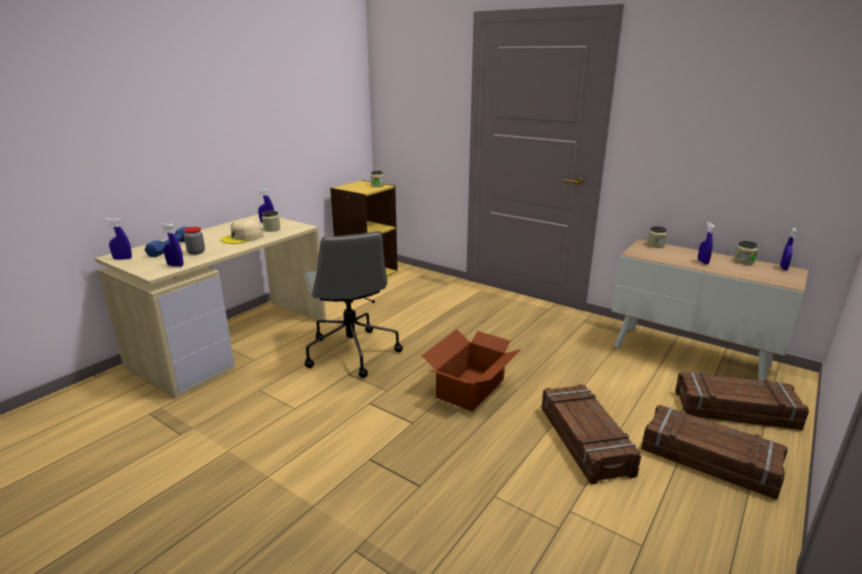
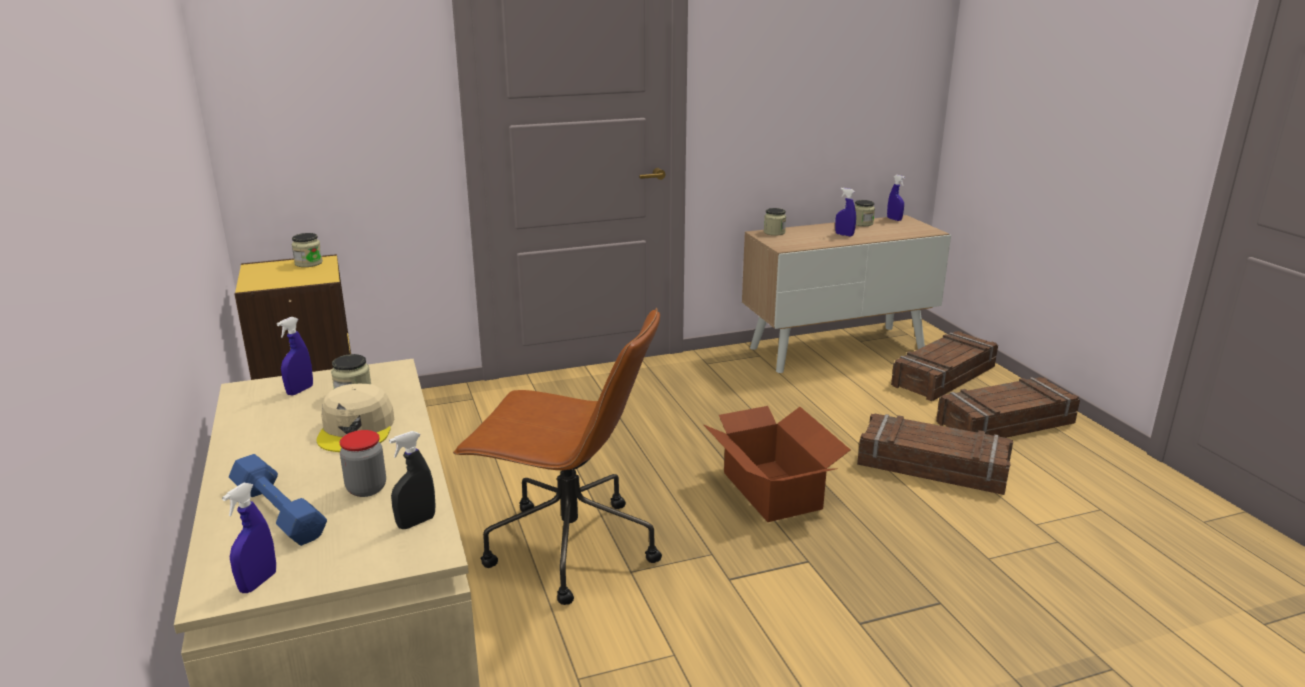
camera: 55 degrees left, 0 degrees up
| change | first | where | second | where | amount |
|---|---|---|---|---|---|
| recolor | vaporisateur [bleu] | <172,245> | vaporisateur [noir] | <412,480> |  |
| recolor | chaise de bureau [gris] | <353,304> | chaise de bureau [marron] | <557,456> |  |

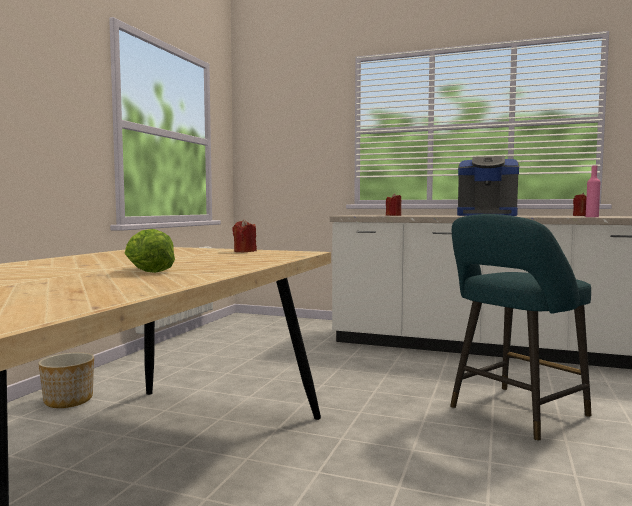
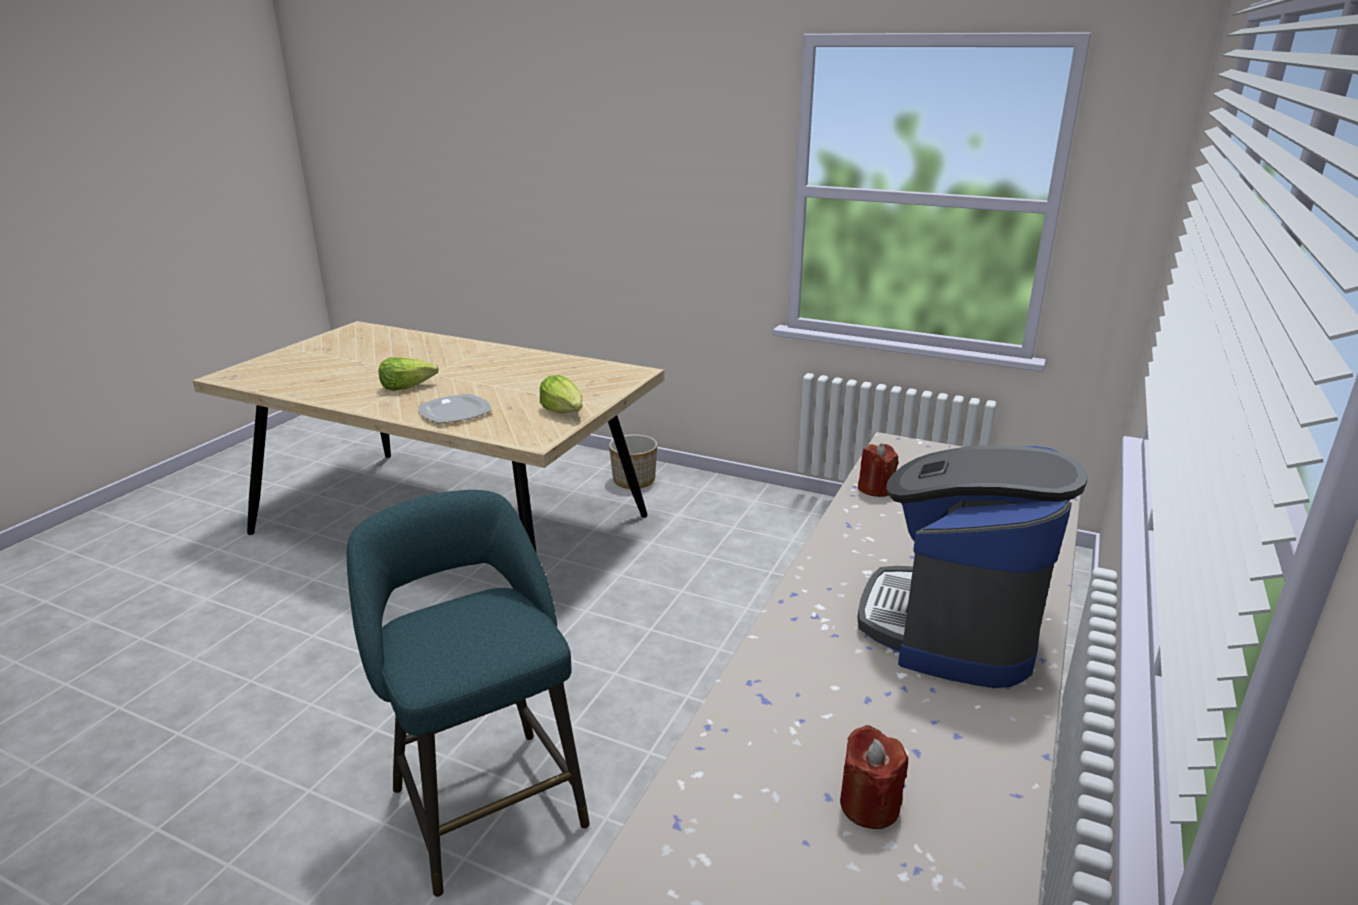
camera: 95 degrees right, 20 degrees up
| change | first | where | second | where | amount |
|---|---|---|---|---|---|
| replace | bougie [rouge] | <244,235> | laitue | <561,394> |  |
| delete | bouteille [rose] | <593,191> |  |  |  |
| insert |  |  | assiette | <455,408> |  |

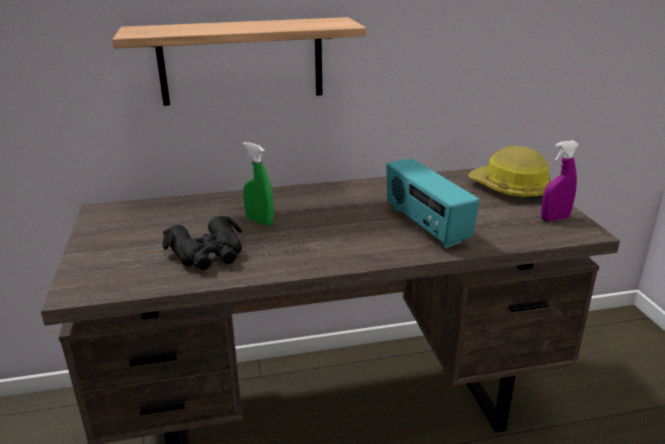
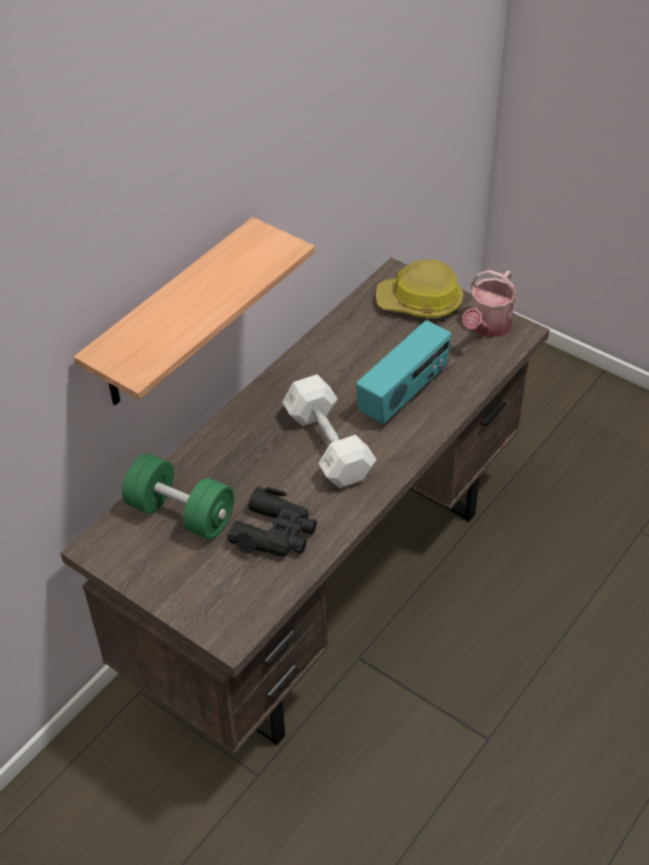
camera: 40 degrees left, 20 degrees up
| change | first | where | second | where | amount |
|---|---|---|---|---|---|
| delete | vaporisateur [vert] | <258,184> |  |  |  |
| rotate | radio | <433,204> |  | <403,372> | 75 degrees counterclockwise |
| replace | vaporisateur [violet] | <560,180> | arrosoir | <489,303> |  |
| insert |  |  | haltère [vert] | <178,496> |  |
| insert |  |  | haltère [blanc] | <329,431> |  |

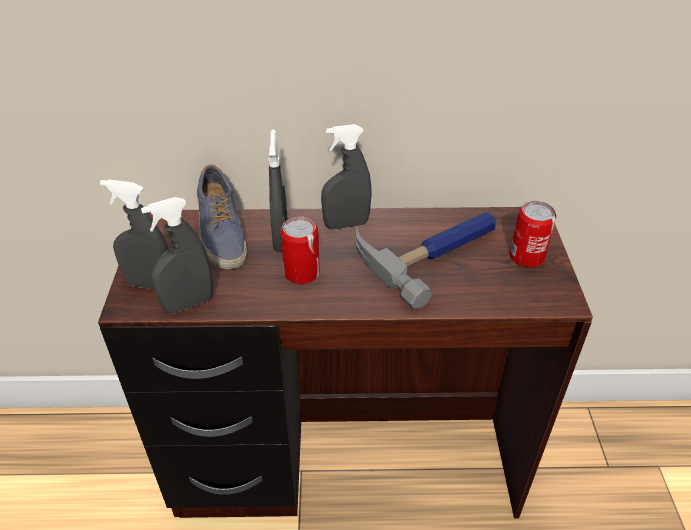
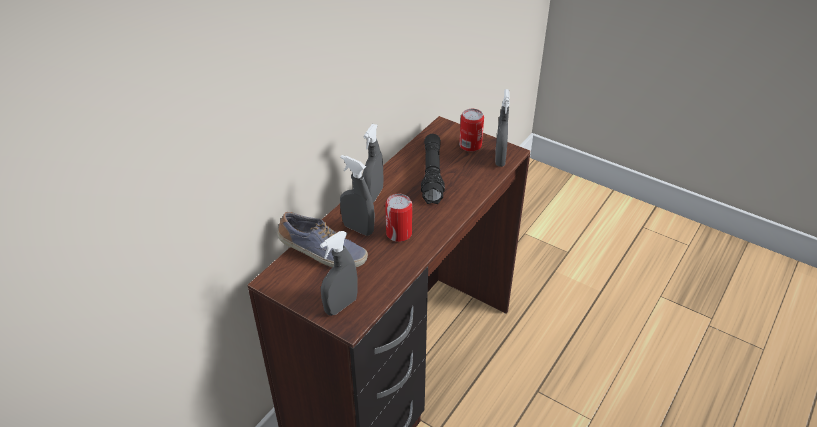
camera: 55 degrees left, 0 degrees up
| change | first | where | second | where | amount |
|---|---|---|---|---|---|
| move | vaporisateur [gris] | <177,255> |  | <502,128> |  |
| replace | marteau | <425,260> | lampe de poche [noir] | <433,169> |  |

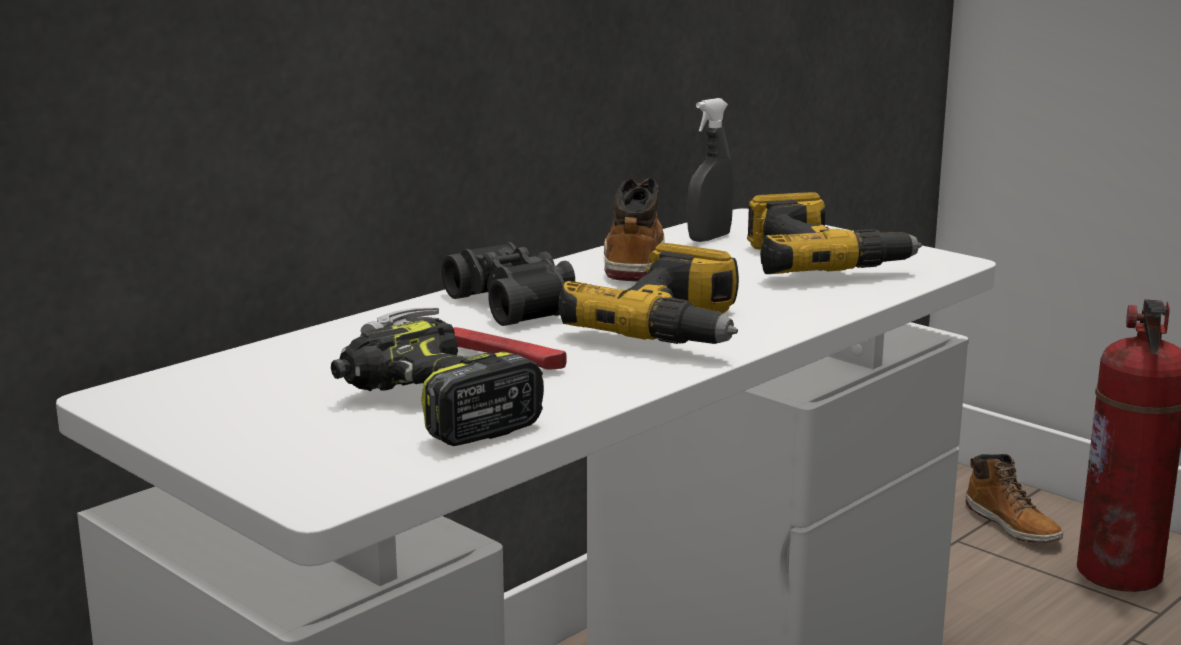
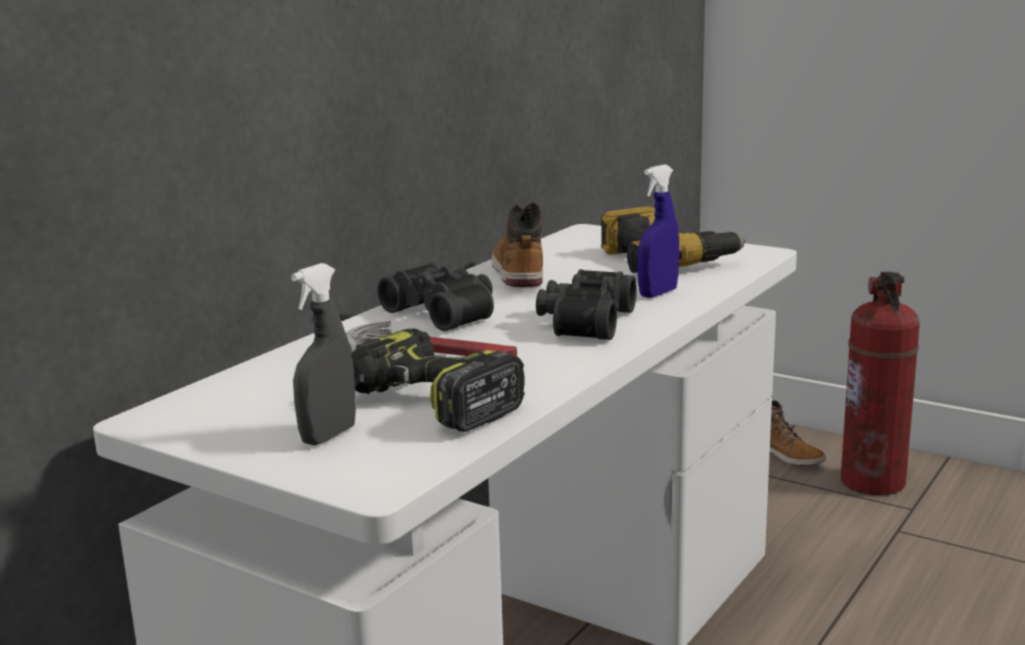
camera: 10 degrees left, 0 degrees up
| change | first | where | second | where | amount |
|---|---|---|---|---|---|
| replace | perceuse | <648,293> | jumelles [noir] | <586,304> |  |
| move | vaporisateur [gris] | <710,170> |  | <323,354> |  |
| insert |  |  | vaporisateur [bleu] | <658,231> |  |

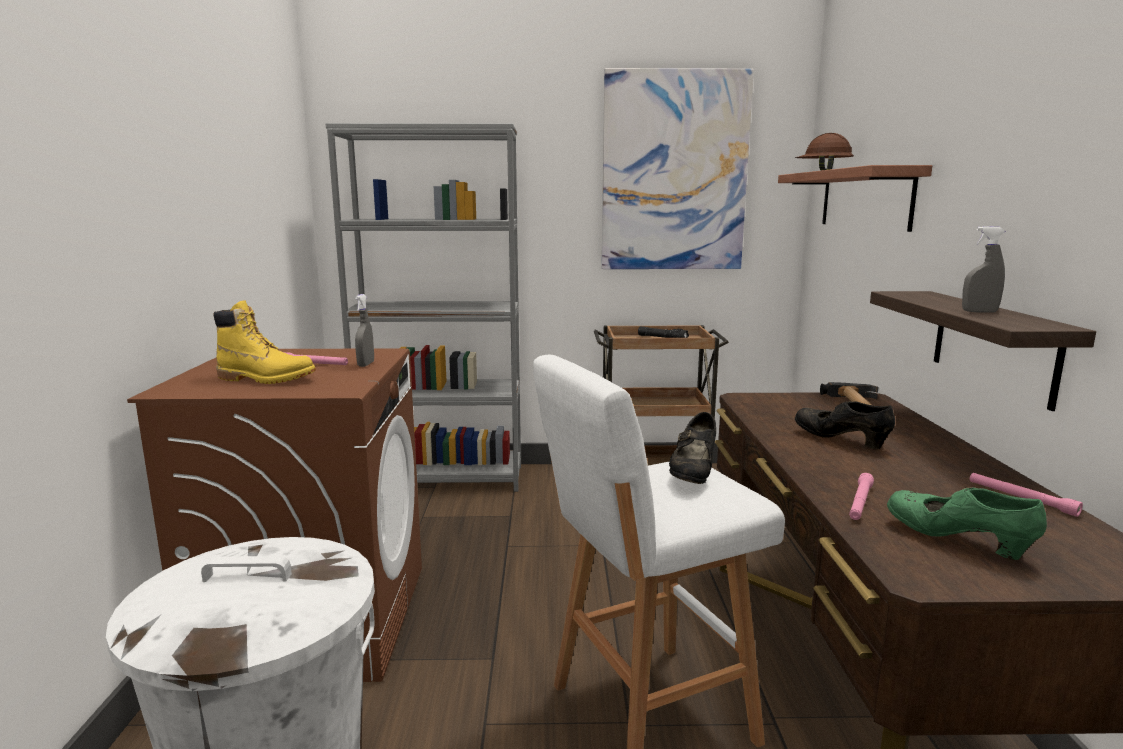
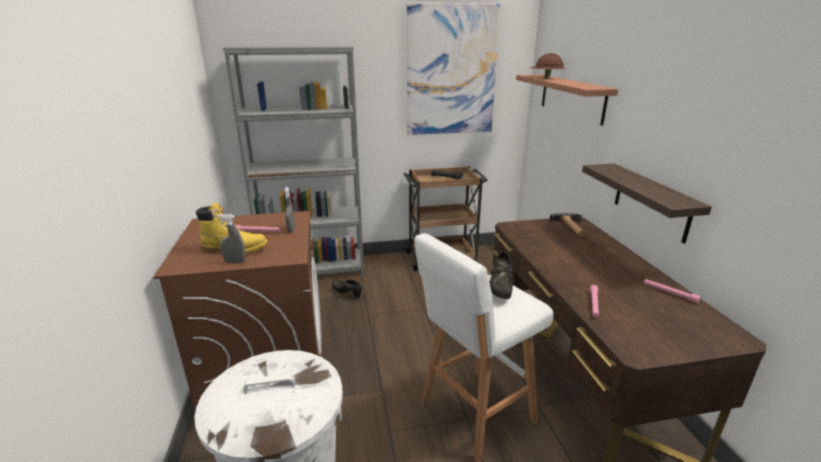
camera: 10 degrees left, 10 degrees up
| change | first | where | second | where | amount |
|---|---|---|---|---|---|
| move | chaussure [noir] | <845,425> |  | <347,288> |  |
| delete | chaussure [vert] | <967,523> |  |  |  |
| move | vaporisateur [gris] | <983,269> |  | <231,238> |  |

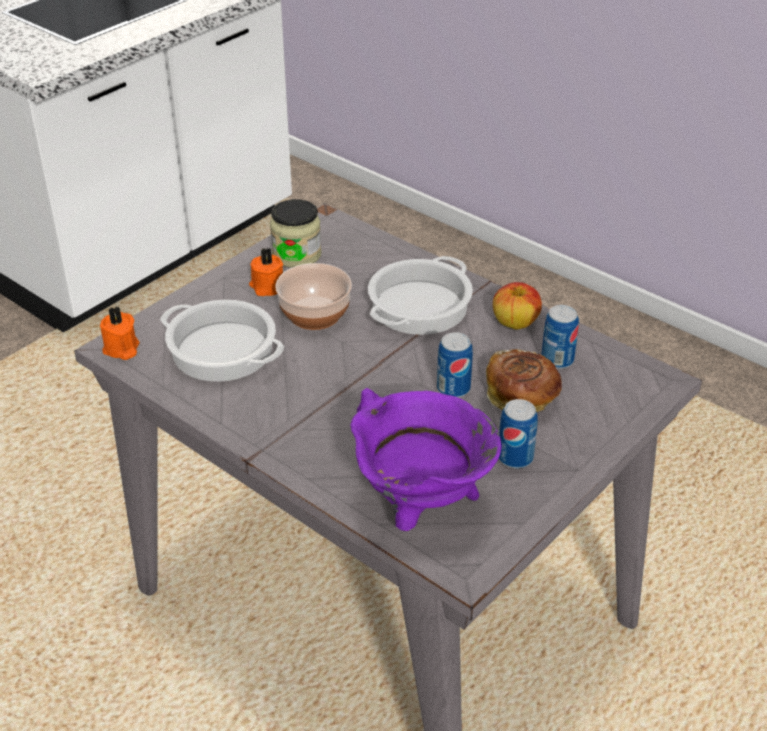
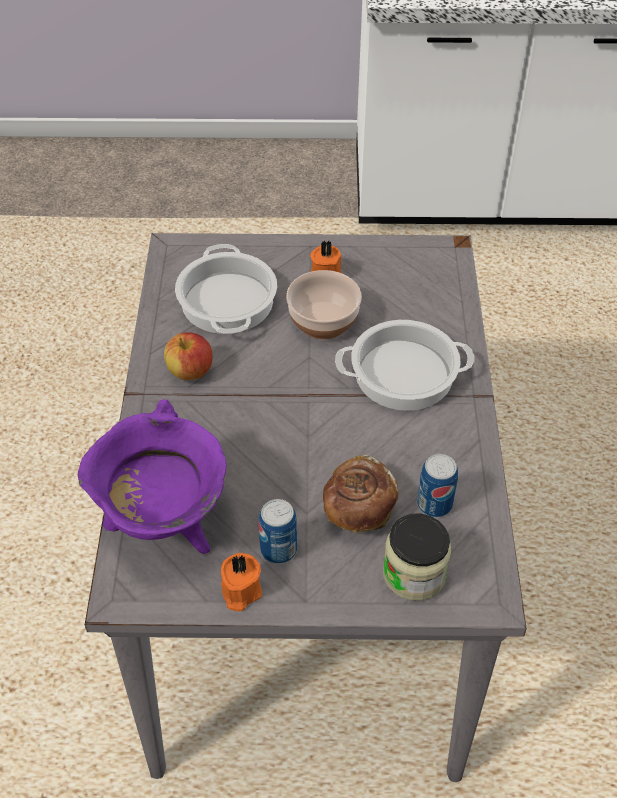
camera: 50 degrees right, 10 degrees up
| change | first | where | second | where | amount |
|---|---|---|---|---|---|
| move | bougie [orange] | <119,333> |  | <241,582> |  |
| move | bocal | <295,233> |  | <417,557> |  |
| delete | boîte métallique | <455,365> |  |  |  |
| move | pomme | <517,306> |  | <188,356> |  |

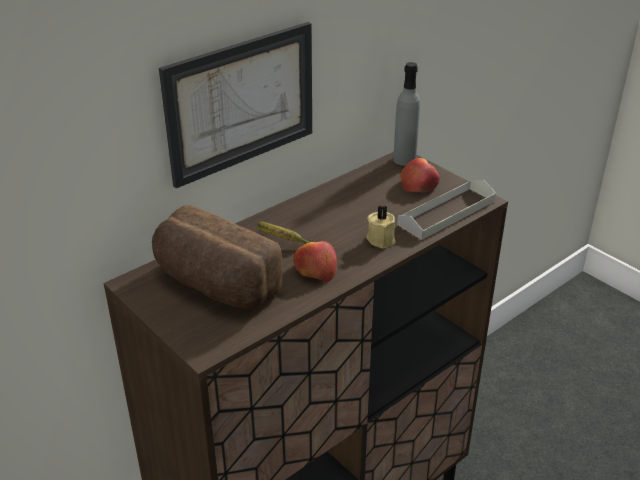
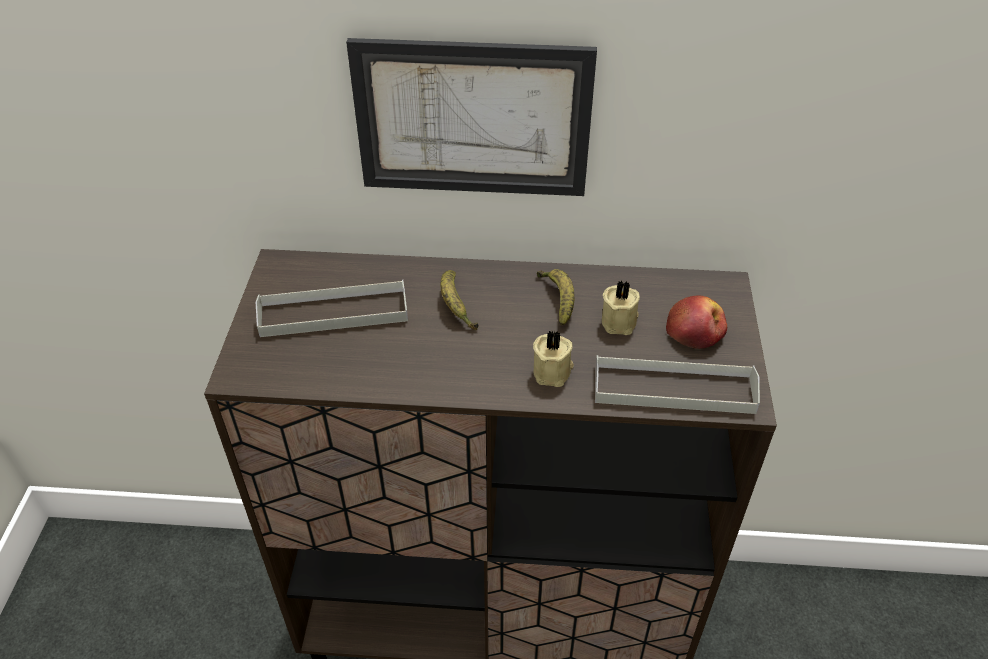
camera: 45 degrees right, 10 degrees up
| change | first | where | second | where | amount |
|---|---|---|---|---|---|
| replace | pain | <217,257> | plateau [gris] | <332,308> |  |
| delete | pomme | <315,262> |  |  |  |
| delete | bouteille [gris] | <406,114> |  |  |  |
| insert |  |  | banane | <555,297> |  |
| insert |  |  | bougie [beige] | <621,308> |  |

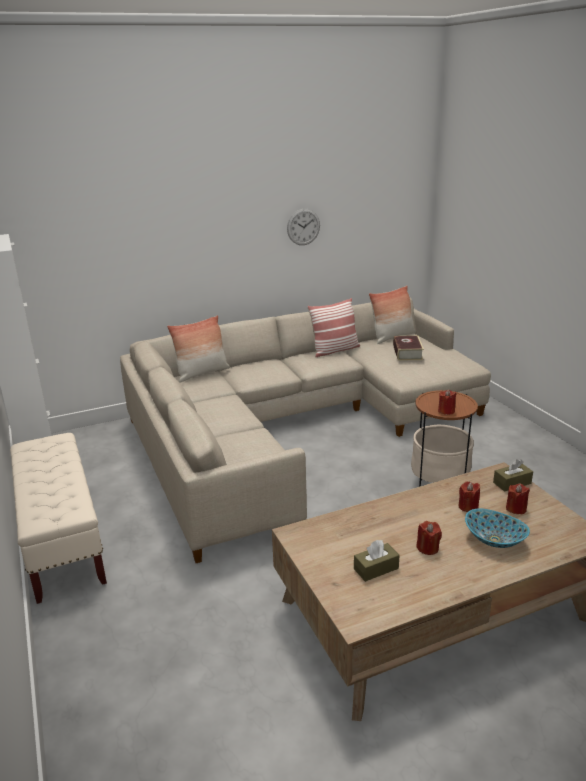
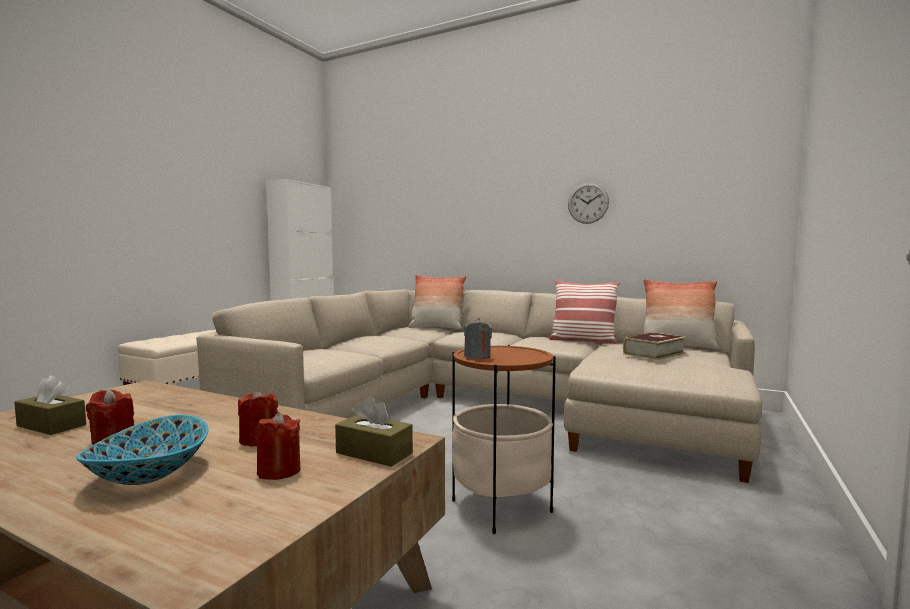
camera: 50 degrees right, 20 degrees down
| change | first | where | second | where | amount |
|---|---|---|---|---|---|
| recolor | bougie [rouge] | <447,402> | bougie [gris] | <478,338> |  |

